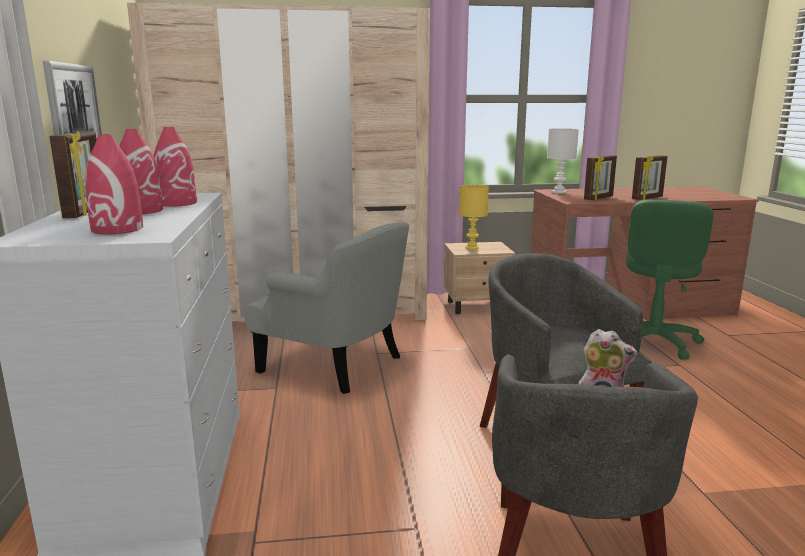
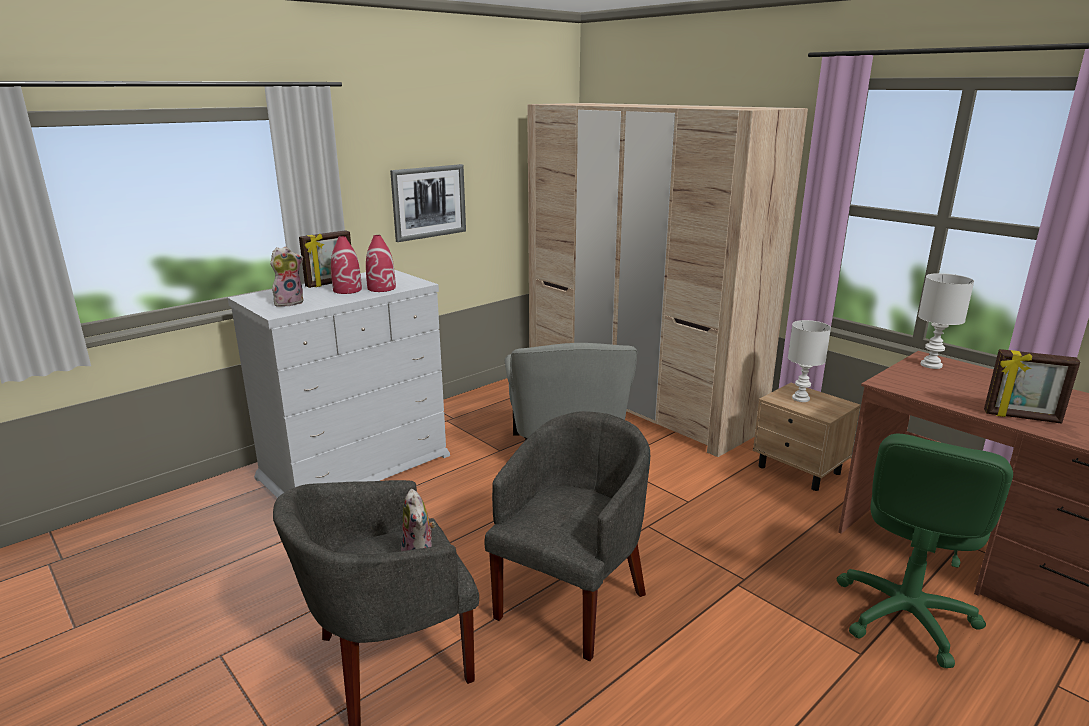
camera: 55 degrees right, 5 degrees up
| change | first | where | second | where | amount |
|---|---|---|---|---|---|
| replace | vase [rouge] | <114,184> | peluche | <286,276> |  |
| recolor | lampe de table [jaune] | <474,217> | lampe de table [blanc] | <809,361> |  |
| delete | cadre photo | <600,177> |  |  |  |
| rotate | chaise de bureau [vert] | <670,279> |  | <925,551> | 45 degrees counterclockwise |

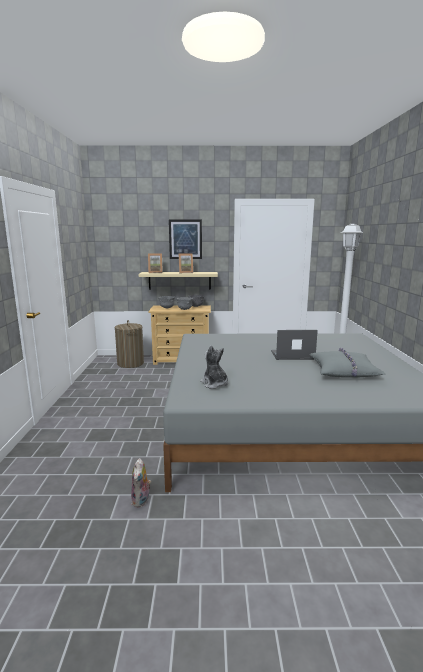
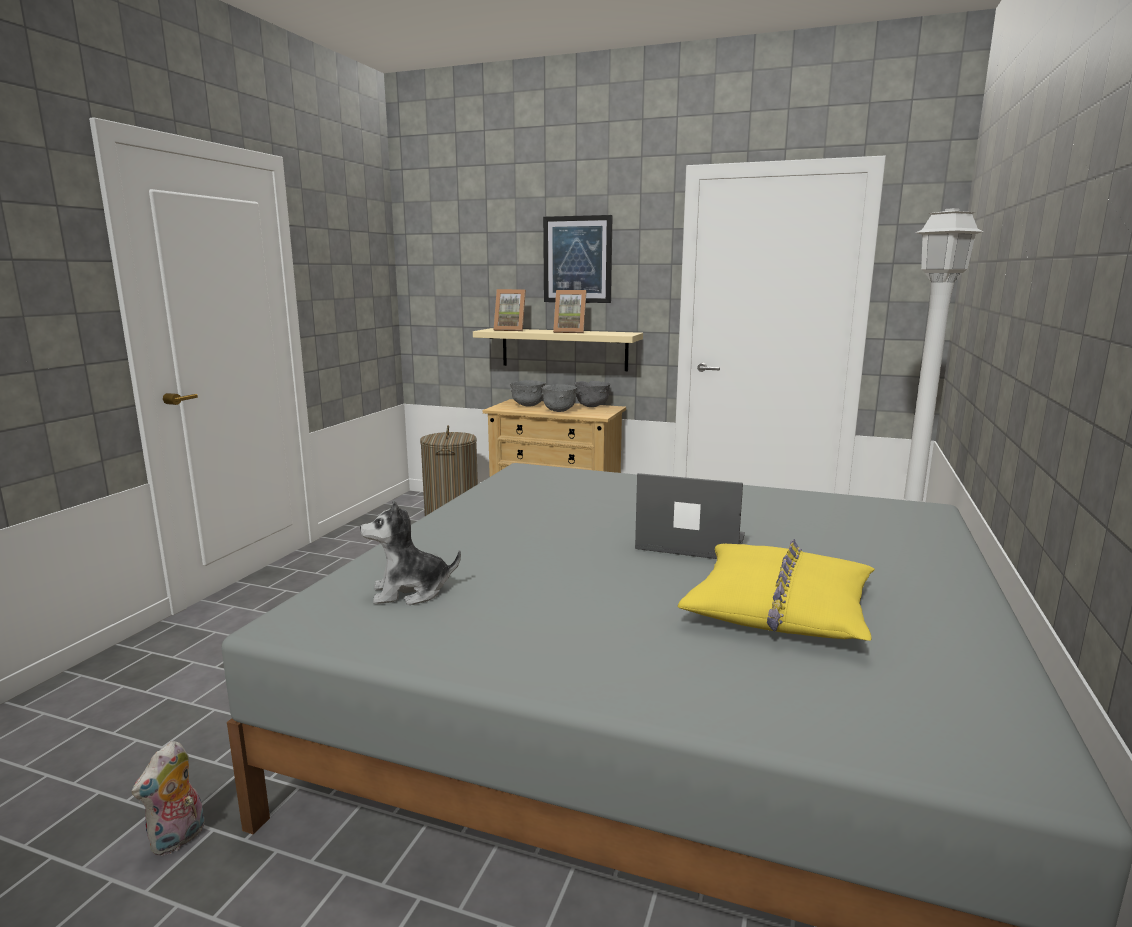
camera: 20 degrees right, 0 degrees up
| change | first | where | second | where | amount |
|---|---|---|---|---|---|
| rotate | peluche | <214,367> |  | <410,552> | 90 degrees counterclockwise |
| recolor | coussin [gris] | <348,363> | coussin [jaune] | <776,590> |  |

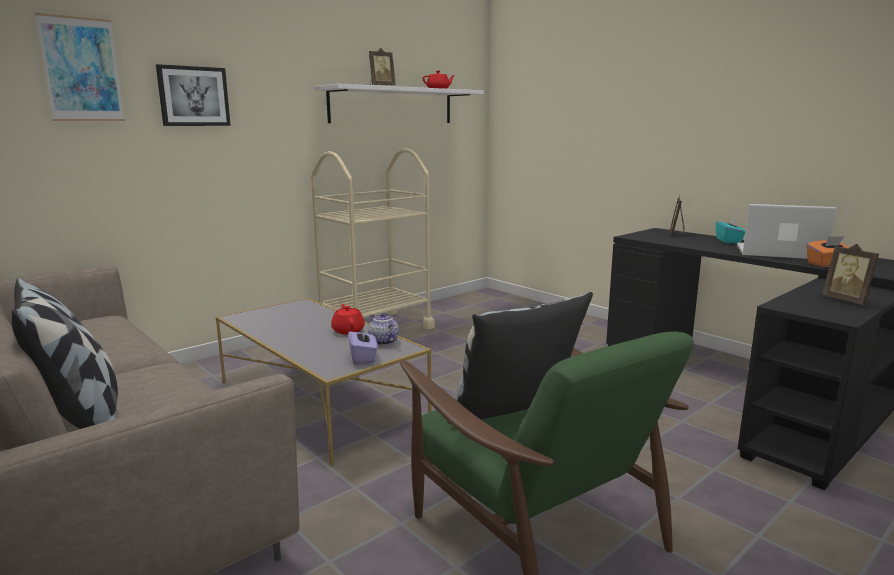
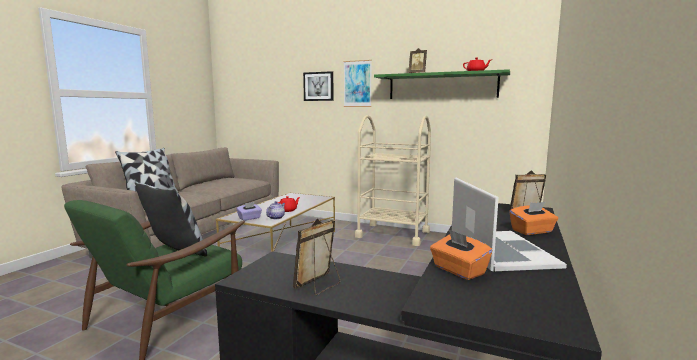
camera: 65 degrees right, 5 degrees down
| change | first | where | second | where | amount |
|---|---|---|---|---|---|
| move | tableau | <80,67> |  | <358,83> |  |
| recolor | étagère [blanc] | <399,103> | étagère [vert] | <442,84> |  |
| recolor | boîte à mouchoirs [turquoise] | <730,229> | boîte à mouchoirs [orange] | <533,218> |  |

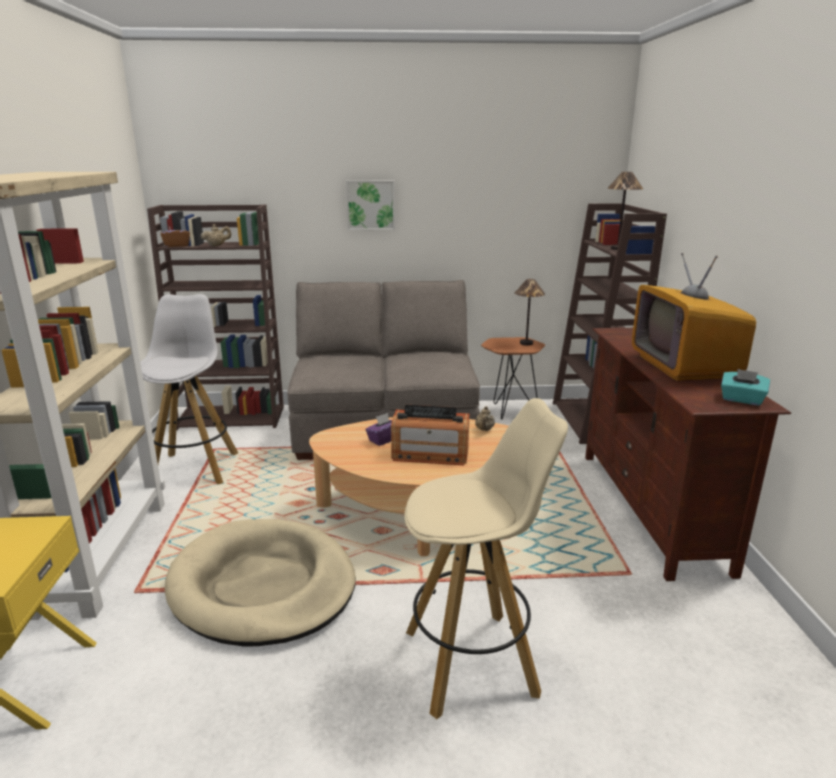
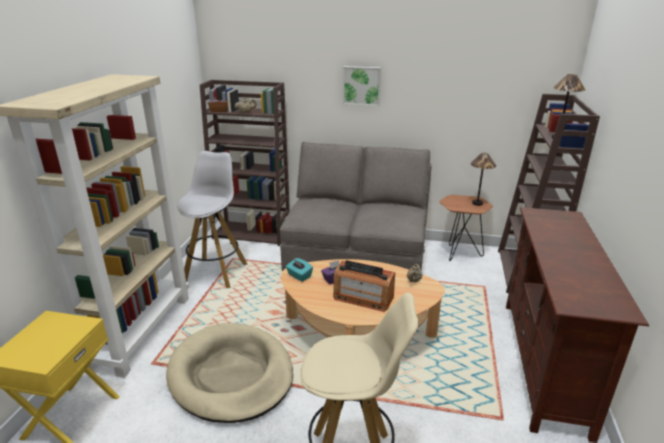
camera: 15 degrees right, 5 degrees up
| change | first | where | second | where | amount |
|---|---|---|---|---|---|
| delete | téléviseur | <694,317> |  |  |  |
| move | boîte à mouchoirs [turquoise] | <745,387> |  | <299,270> |  |

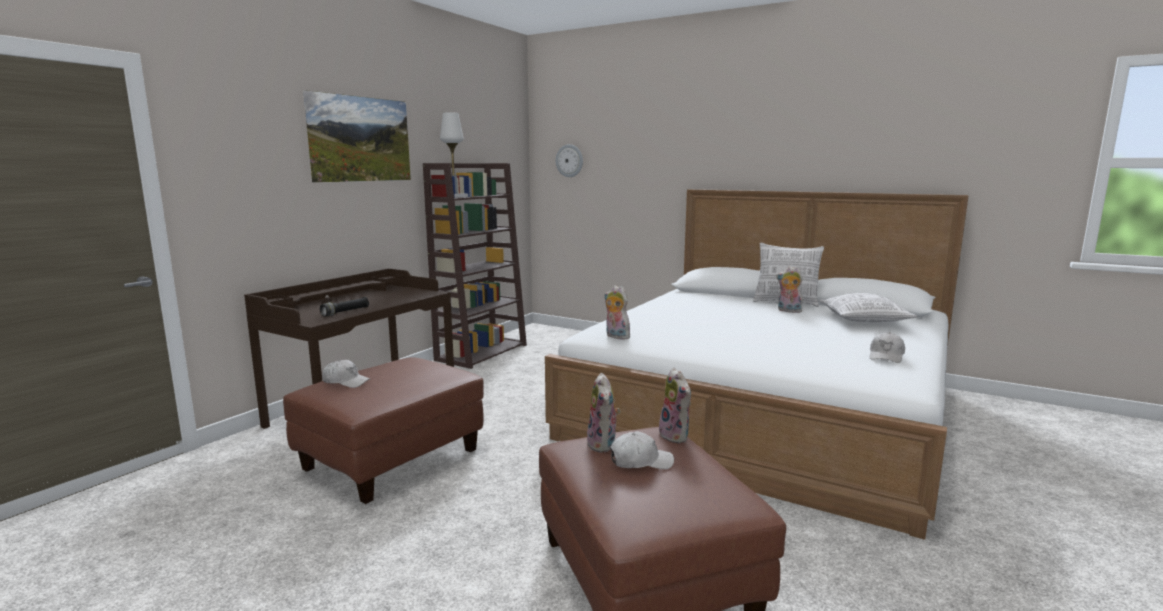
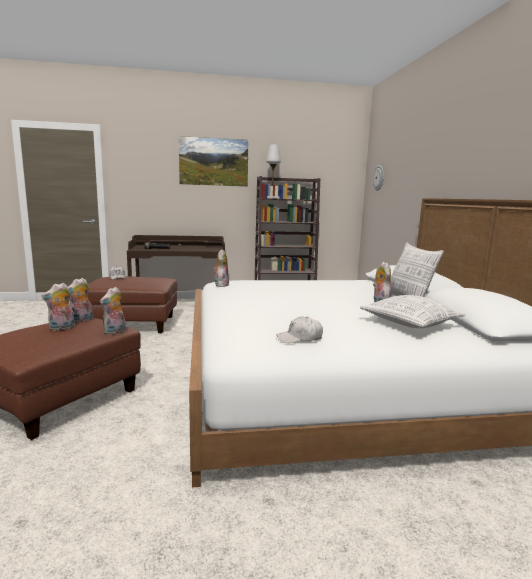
camera: 50 degrees right, 0 degrees up
| change | first | where | second | where | amount |
|---|---|---|---|---|---|
| replace | casquette [blanc] | <642,450> | peluche | <58,307> |  |

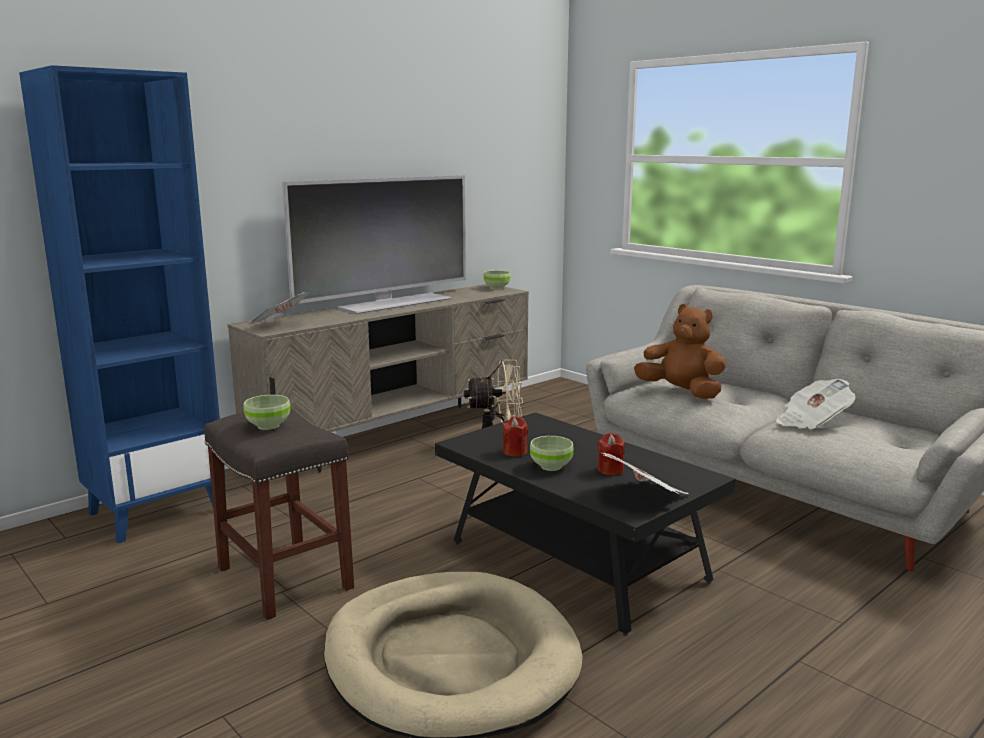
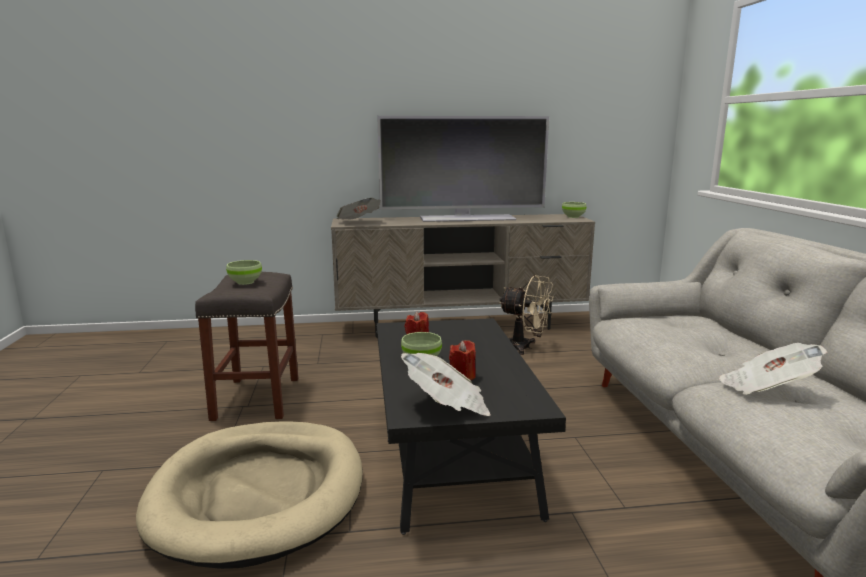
camera: 35 degrees right, 0 degrees up
| change | first | where | second | where | amount |
|---|---|---|---|---|---|
| delete | bibliothèque [bleu] | <122,304> |  |  |  |
| delete | peluche [marron] | <680,351> |  |  |  |

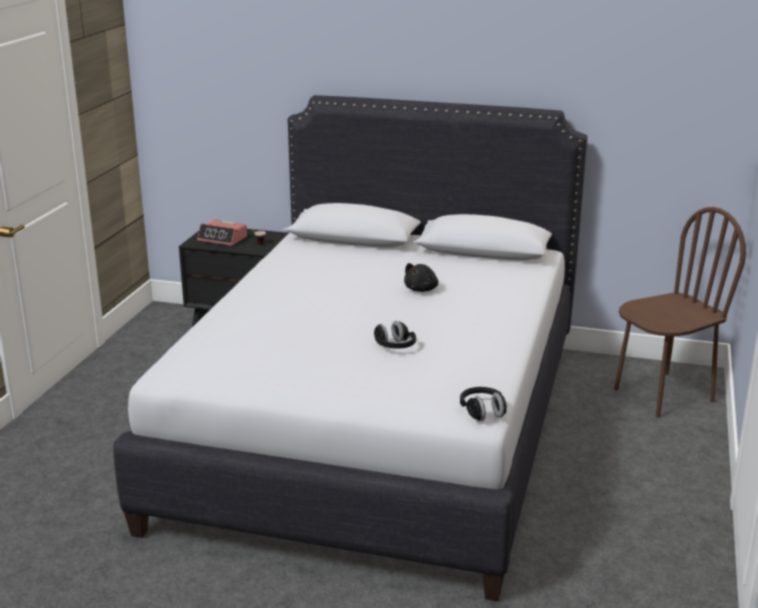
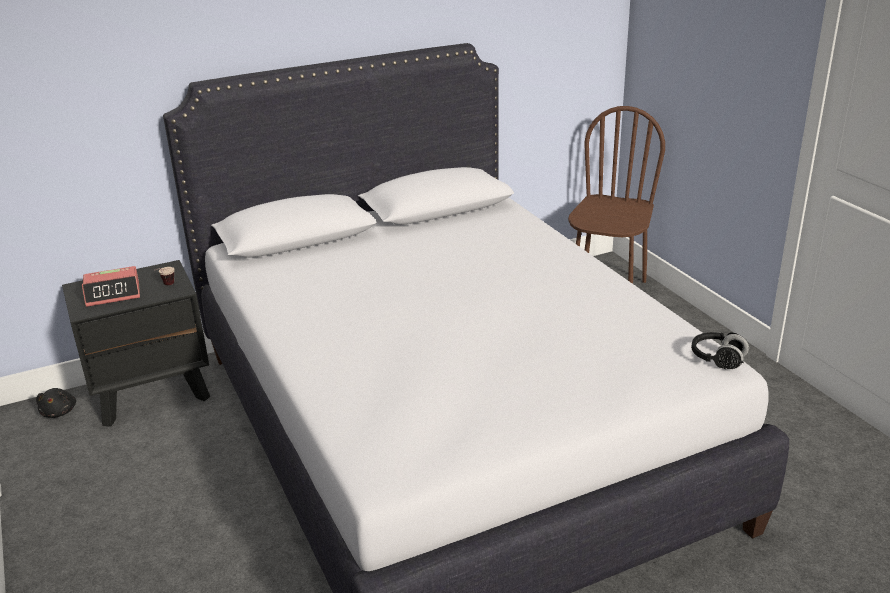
camera: 40 degrees left, 5 degrees up
| change | first | where | second | where | amount |
|---|---|---|---|---|---|
| delete | casque audio [noir] | <395,335> |  |  |  |
| move | peluche [noir] | <421,277> |  | <56,403> |  |

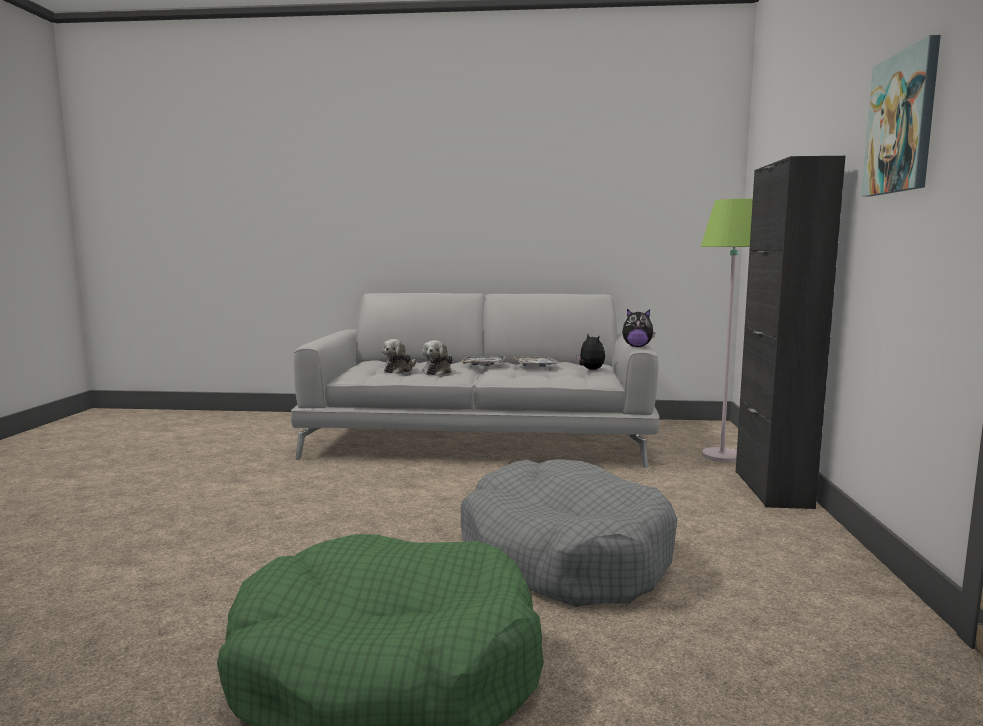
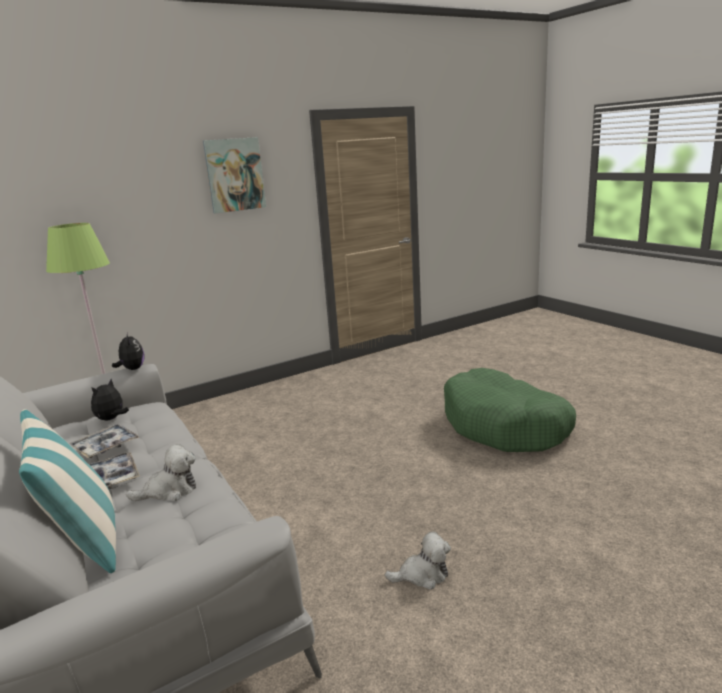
camera: 125 degrees left, 10 degrees up
| change | first | where | second | where | amount |
|---|---|---|---|---|---|
| move | peluche | <399,356> |  | <418,560> |  |
| delete | panier pour chien [gris] | <569,533> |  |  |  |
| delete | meuble de rangement [noir] | <791,332> |  |  |  |
| insert |  |  | coussin | <67,491> |  |

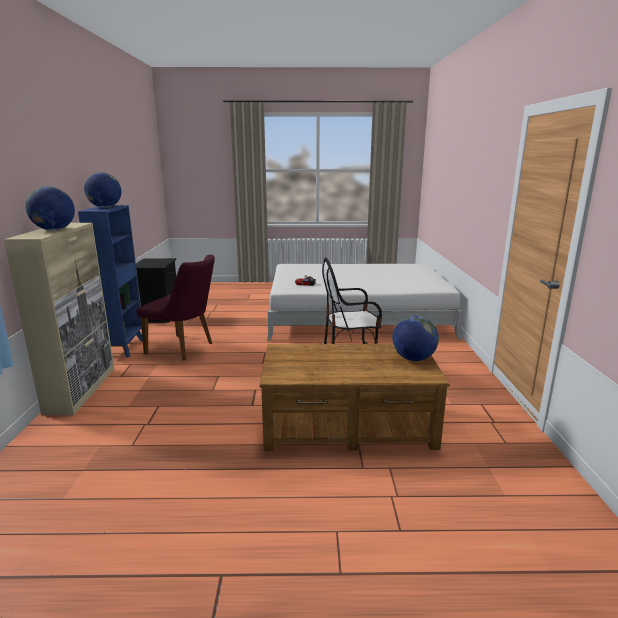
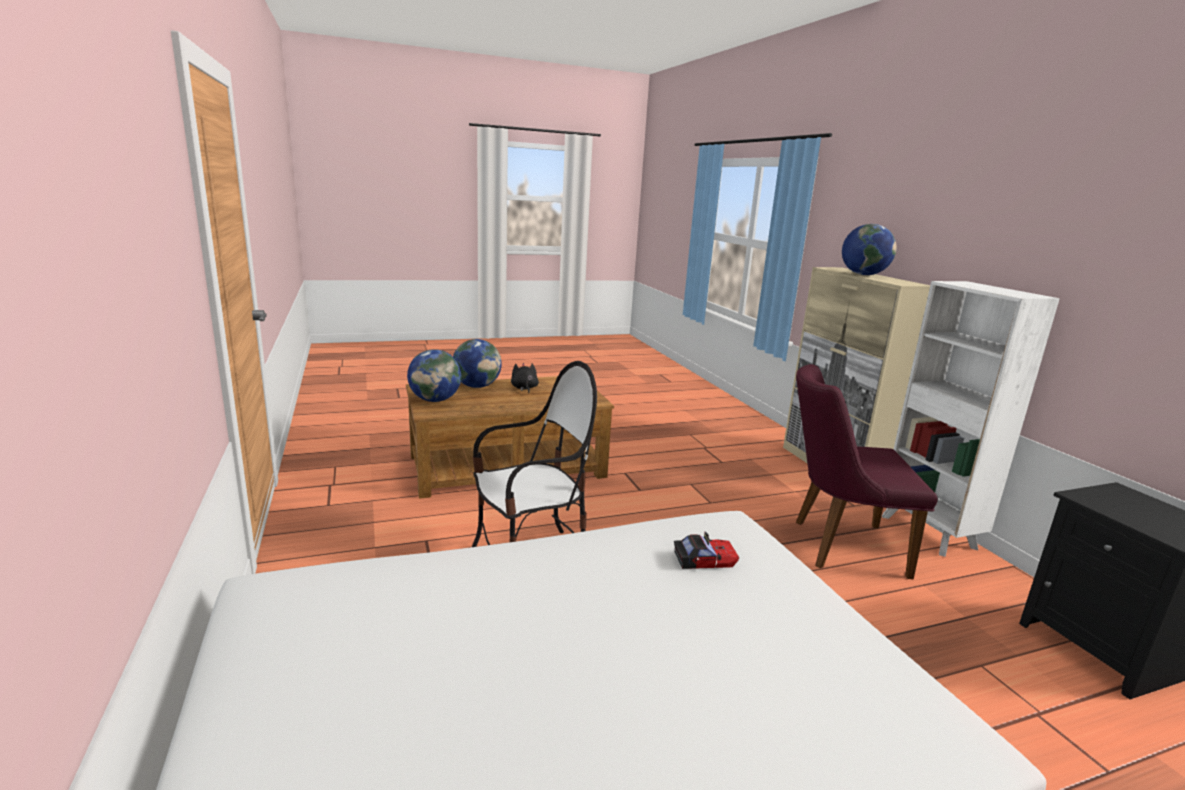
camera: 160 degrees right, 0 degrees up
| change | first | where | second | where | amount |
|---|---|---|---|---|---|
| recolor | bibliothèque [bleu] | <110,281> | bibliothèque [blanc] | <971,419> |  |
| move | globe | <102,190> |  | <477,363> |  |
| insert |  |  | peluche [noir] | <525,378> |  |

